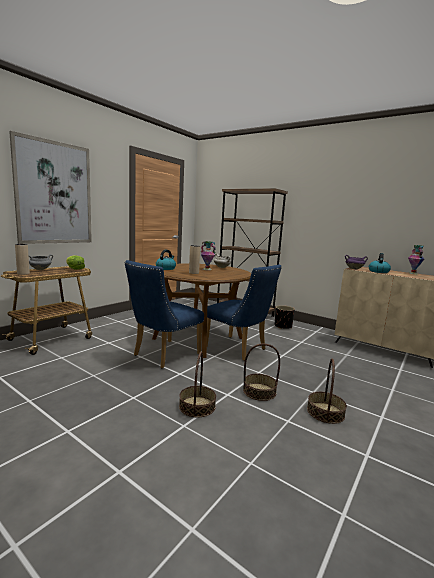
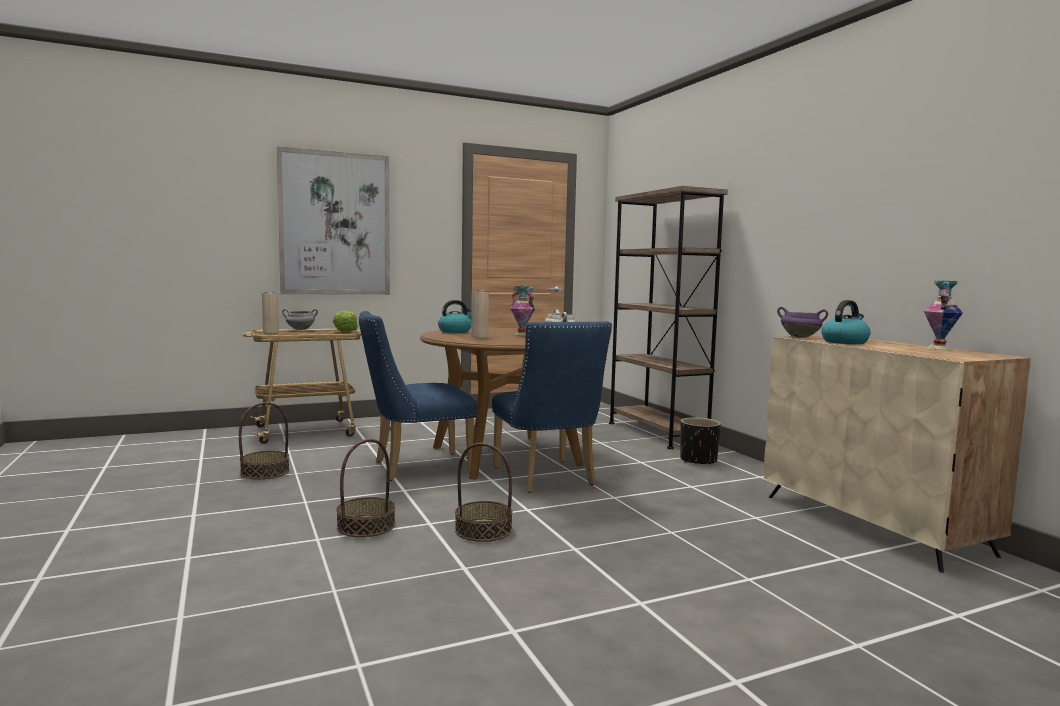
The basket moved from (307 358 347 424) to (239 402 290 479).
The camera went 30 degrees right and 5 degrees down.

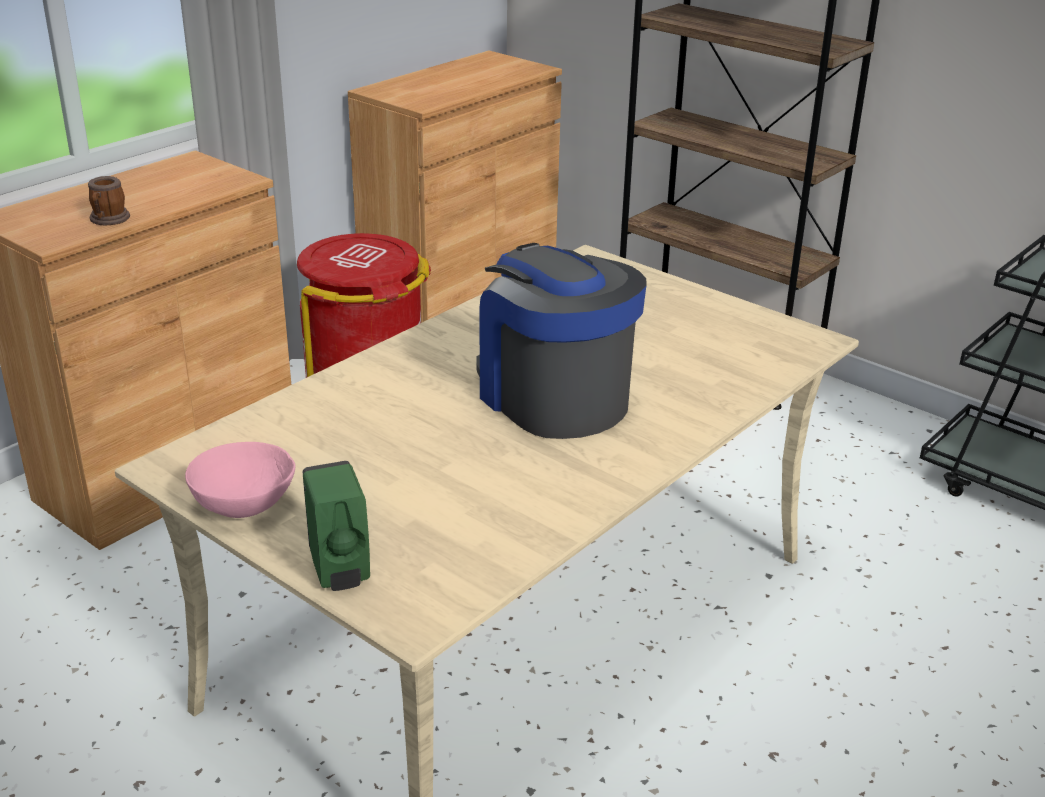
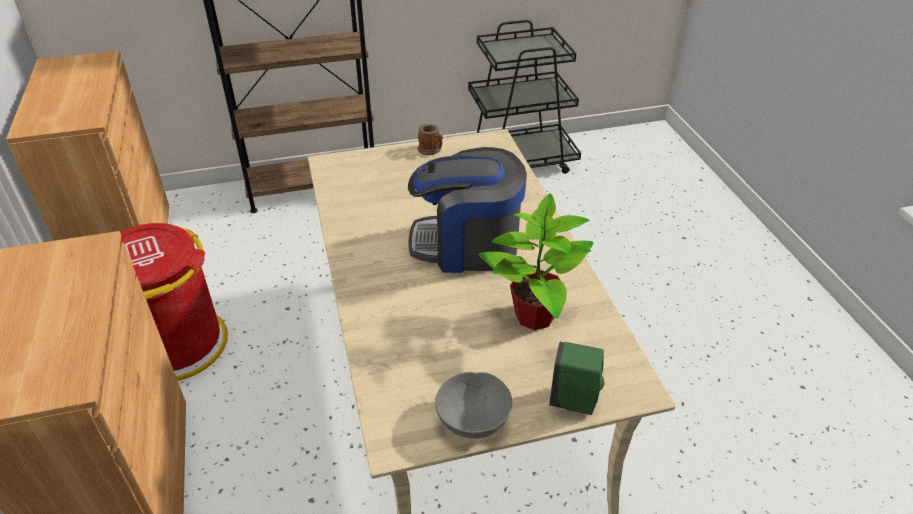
The mug moved from (88 176 130 225) to (418 124 443 155).
The bowl/pink at (185 442 295 518) became the bowl/grey at (435 372 512 439).
The potted plant at (478 193 594 330) appeared.
The camera went 55 degrees left and 10 degrees up.

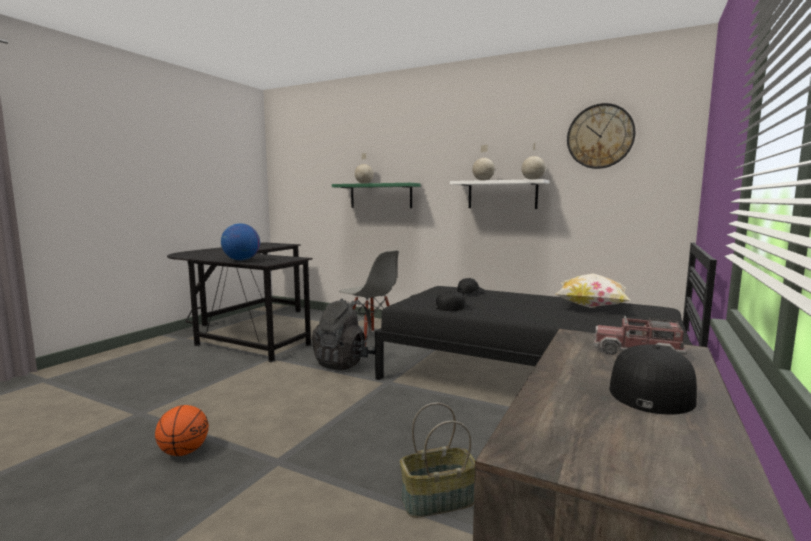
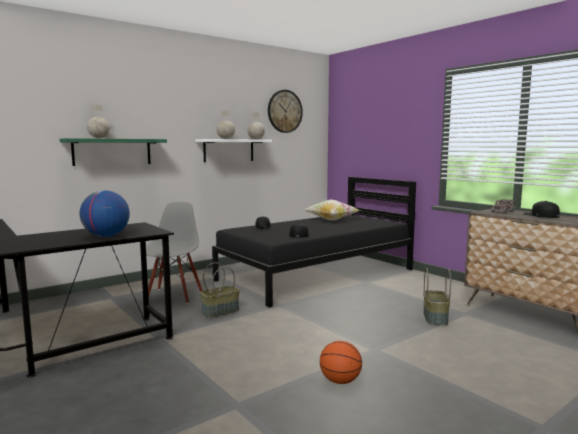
The chair/grey at (339 250 399 347) turned 60 degrees counterclockwise.
The backpack/black at (312 299 375 370) was replaced by the basket at (200 262 240 318).
The camera went 65 degrees left and 0 degrees up.

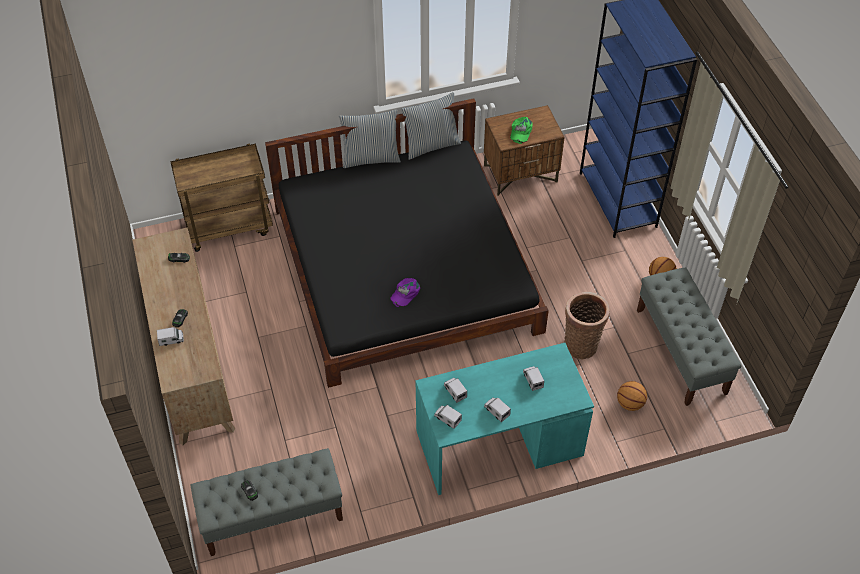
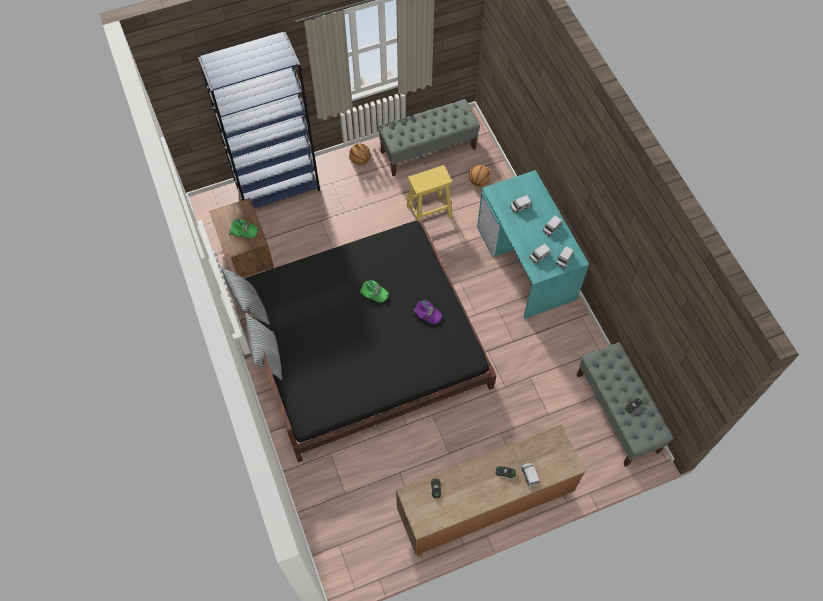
The cap/green at (359 280 389 303) appeared.
The basket at (565 292 610 359) was replaced by the stool/yellow at (407 165 452 221).
The cart/brown at (170 144 273 252) disappeared.
The camera went 95 degrees left and 10 degrees up.

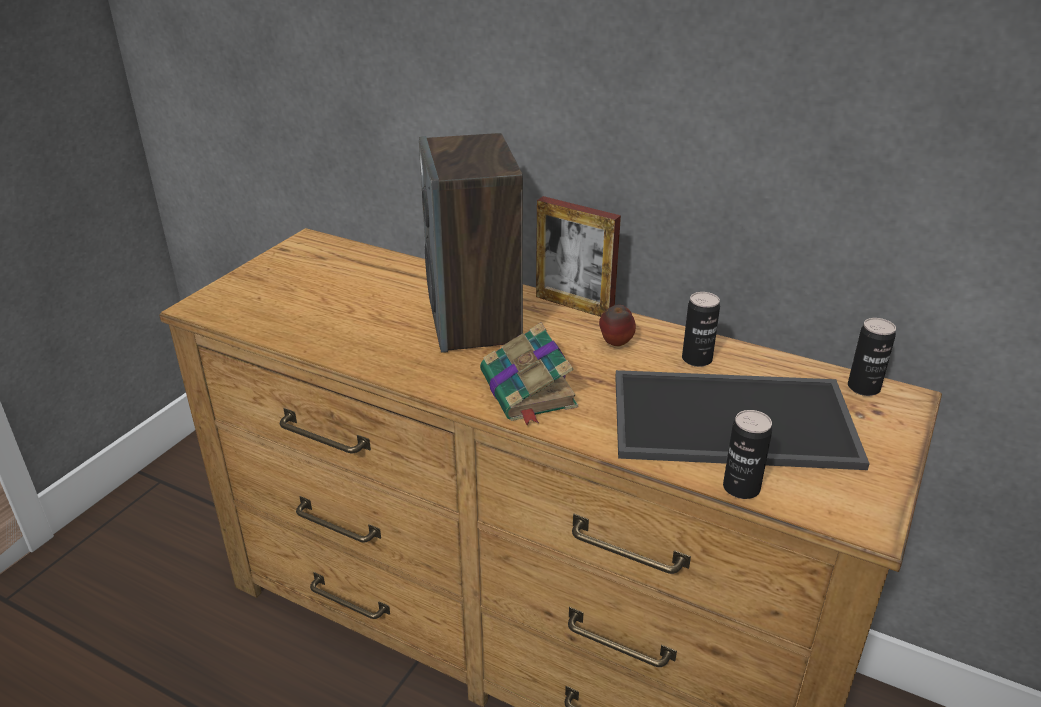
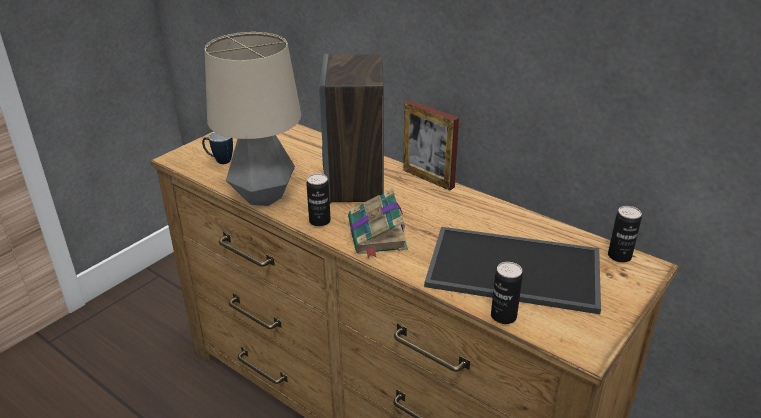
The mug at (202 132 233 164) appeared.
The table lamp at (205 32 301 206) appeared.
The can moved from (682 292 720 367) to (306 173 331 227).
The apple at (599 305 636 346) disappeared.
The camera went 10 degrees right and 0 degrees up.

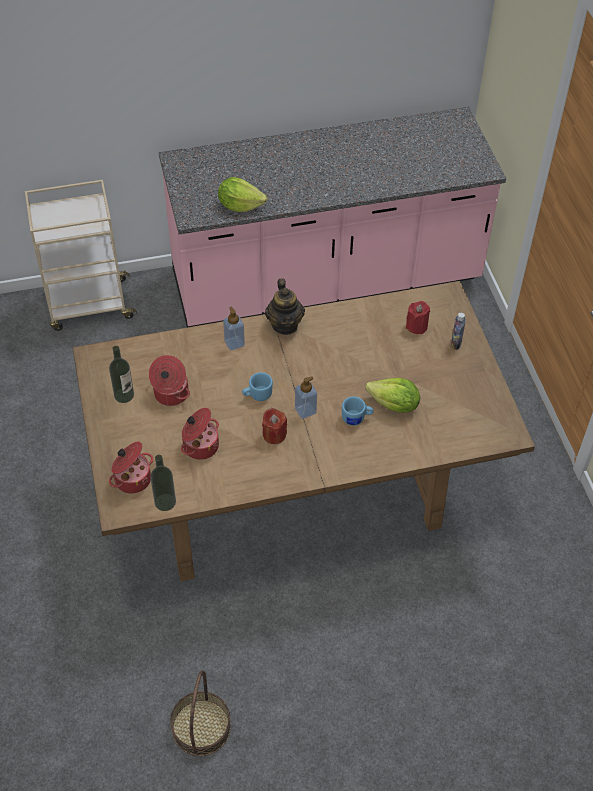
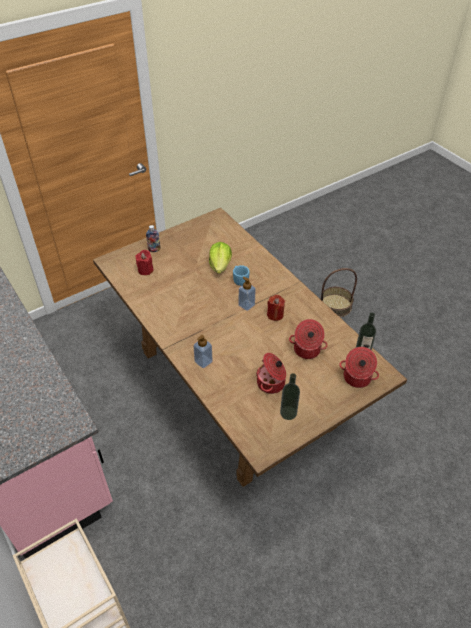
The basket moved from (170 670 231 756) to (321 268 357 317).
The lettuce at (218 177 267 212) disappeared.
The mug/blue at (242 372 273 401) disappeared.
The teapot at (265 278 305 335) disappeared.
The camera went 110 degrees left and 5 degrees down.

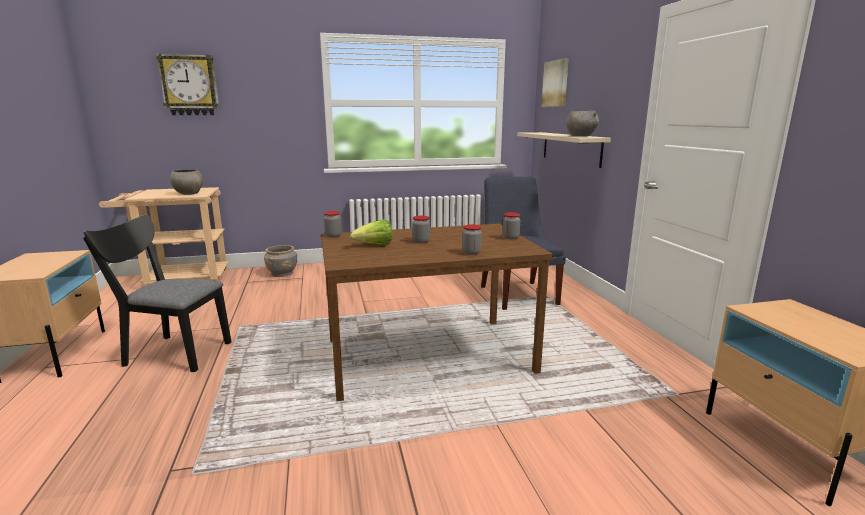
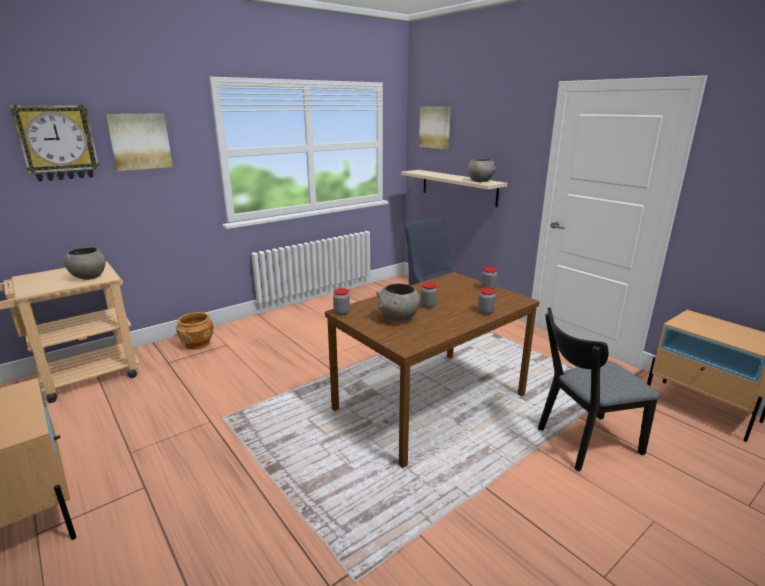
The picture at (105 113 173 171) appeared.
The planter/grey at (264 245 297 277) became the planter/brown at (176 312 213 350).
The lettuce at (350 219 393 245) was replaced by the bowl/grey at (376 283 420 322).
The chair/black moved from (83 214 231 372) to (538 307 660 471).
The camera went 25 degrees left and 5 degrees up.

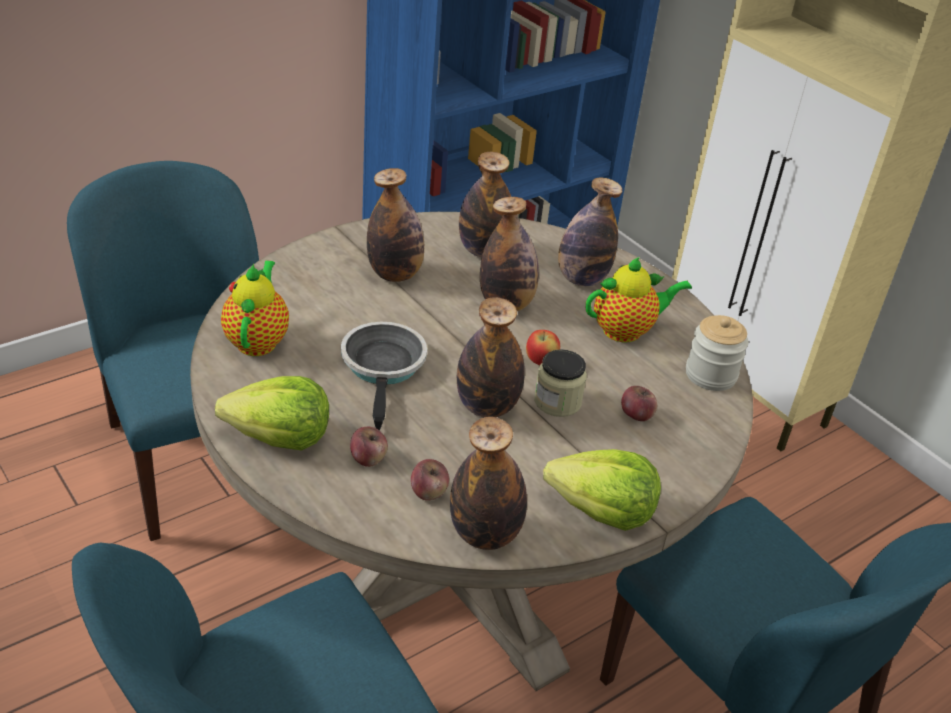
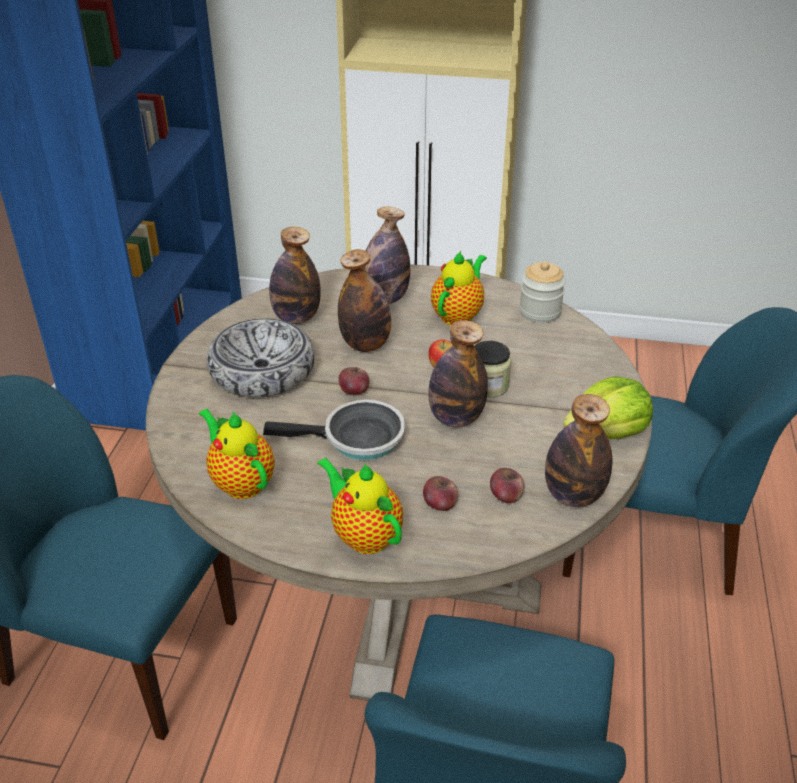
The bottle at (367 168 424 282) was replaced by the bowl at (206 318 315 397).
The frying pan at (341 322 427 431) turned 135 degrees clockwise.
The lettuce at (215 376 329 451) was replaced by the teapot at (317 457 403 554).
The apple moved from (621 386 657 421) to (339 367 369 394).
The camera went 40 degrees left and 0 degrees up.

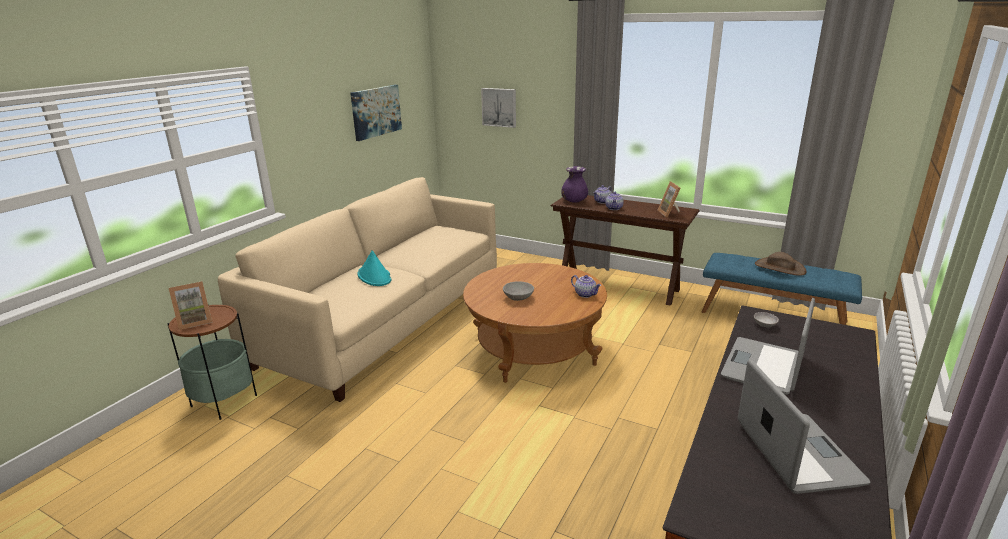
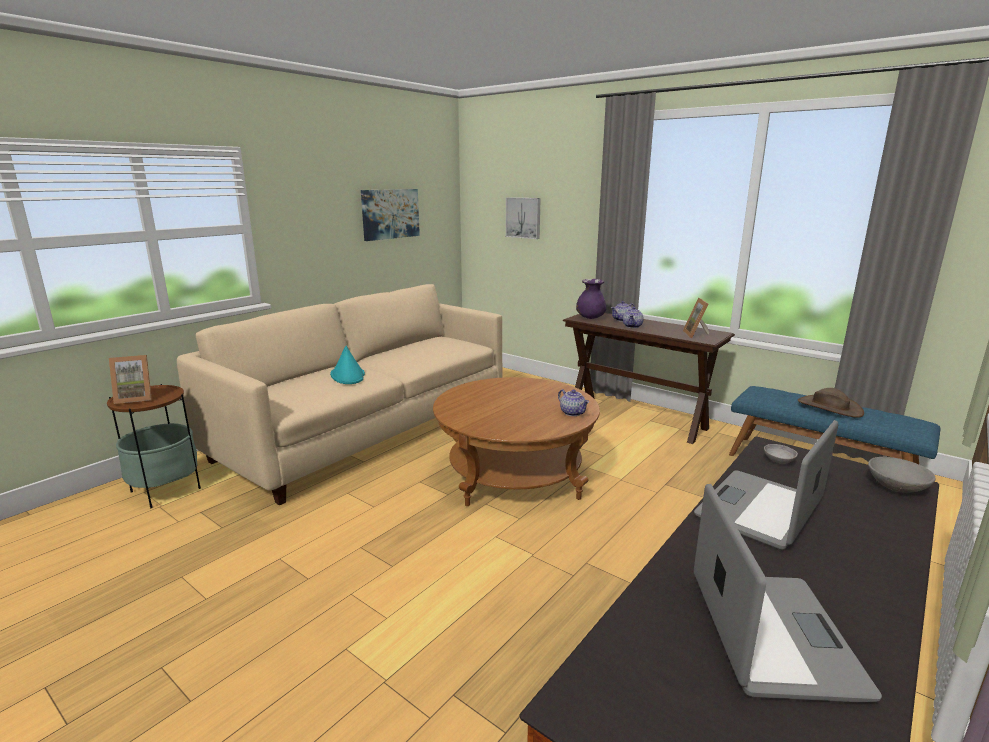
The bowl/grey moved from (503 281 534 301) to (868 457 936 493).
The camera went 10 degrees right and 5 degrees down.

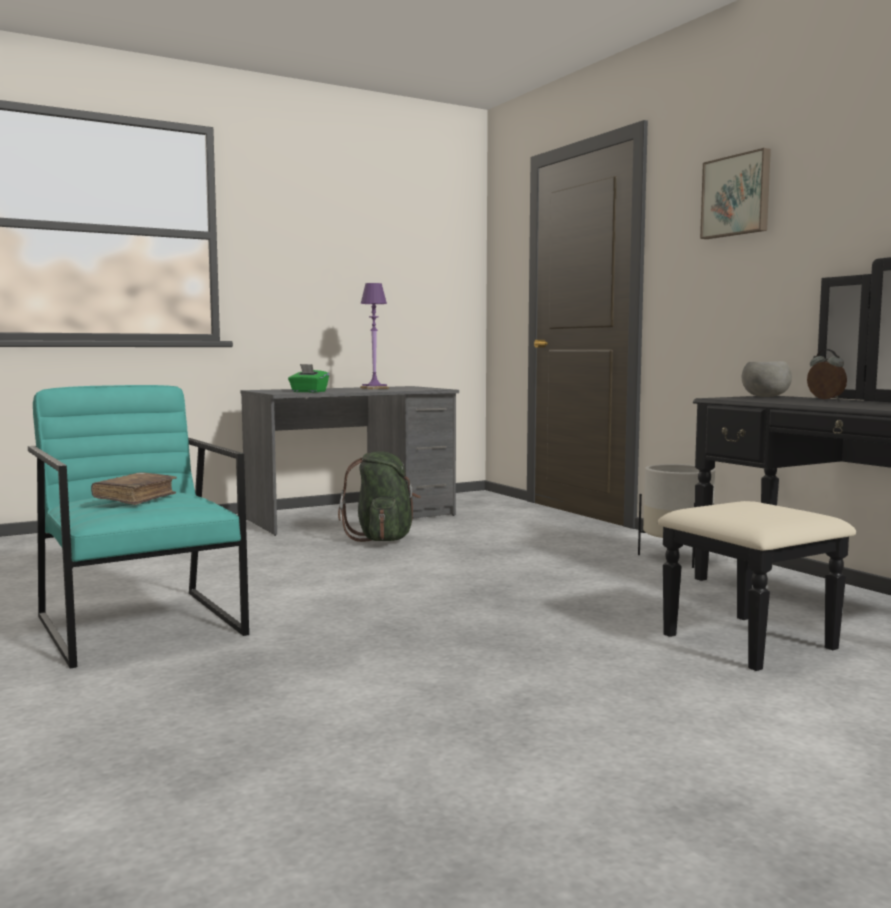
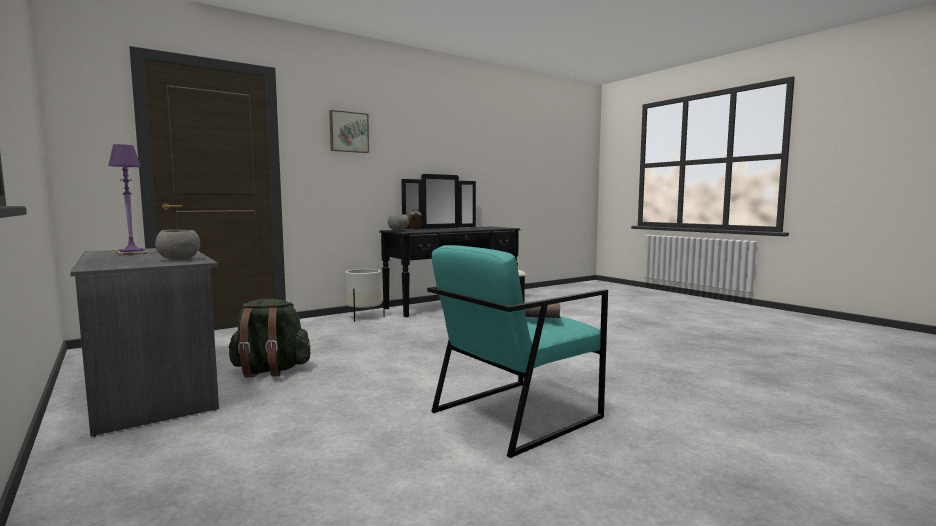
The tissue box/green at (288 364 329 393) was replaced by the bowl/grey at (155 230 200 260).
The camera went 95 degrees left and 0 degrees up.

